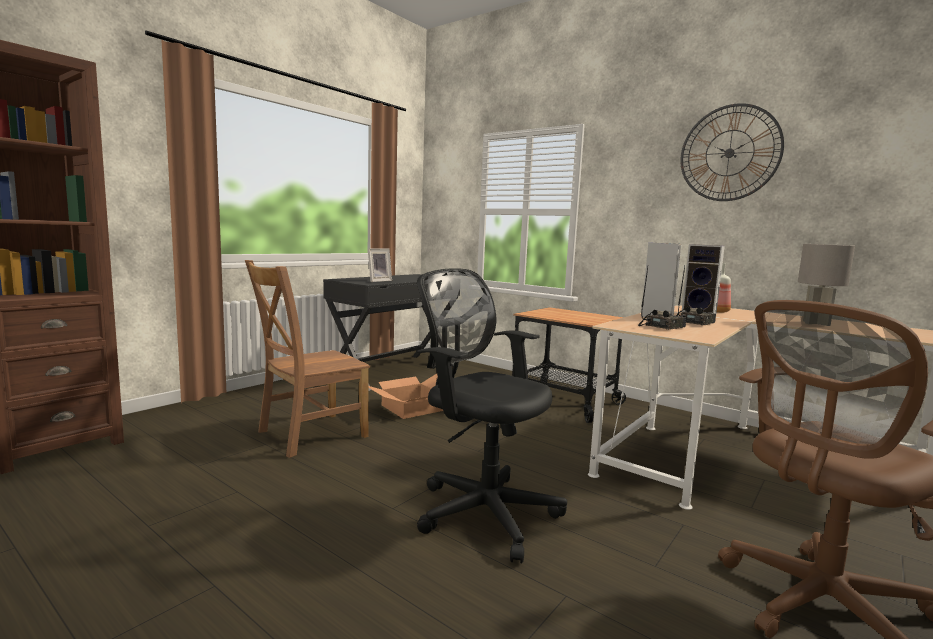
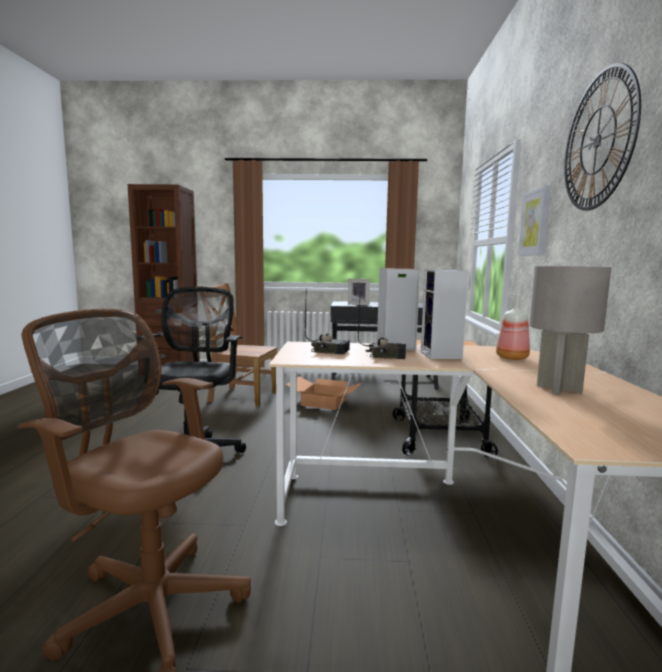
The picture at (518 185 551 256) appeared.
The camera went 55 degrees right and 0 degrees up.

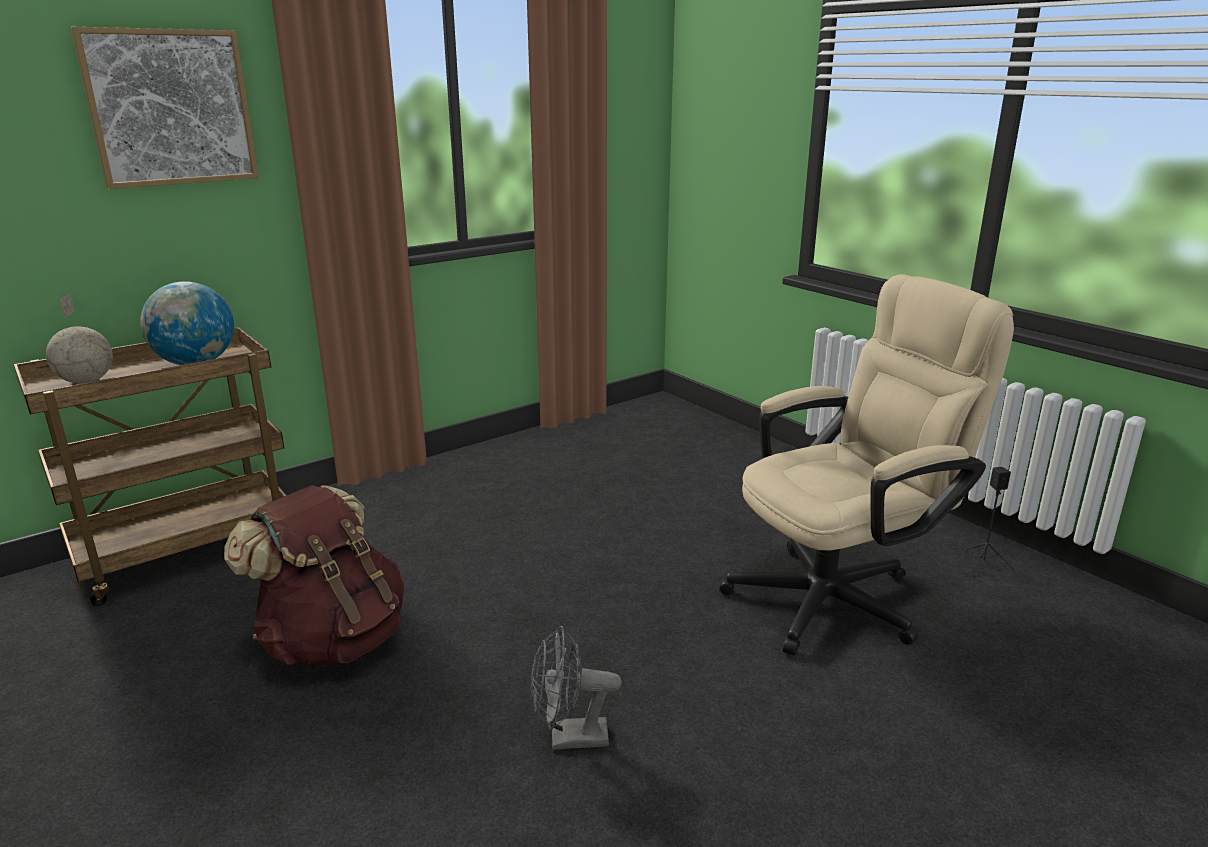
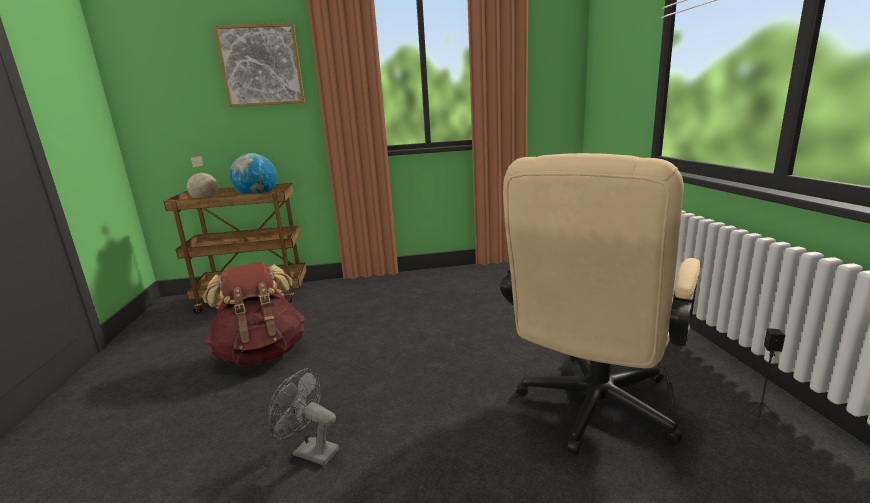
The office chair/beige at (719 274 1014 655) turned 120 degrees clockwise.
The camera went 30 degrees right and 5 degrees down.

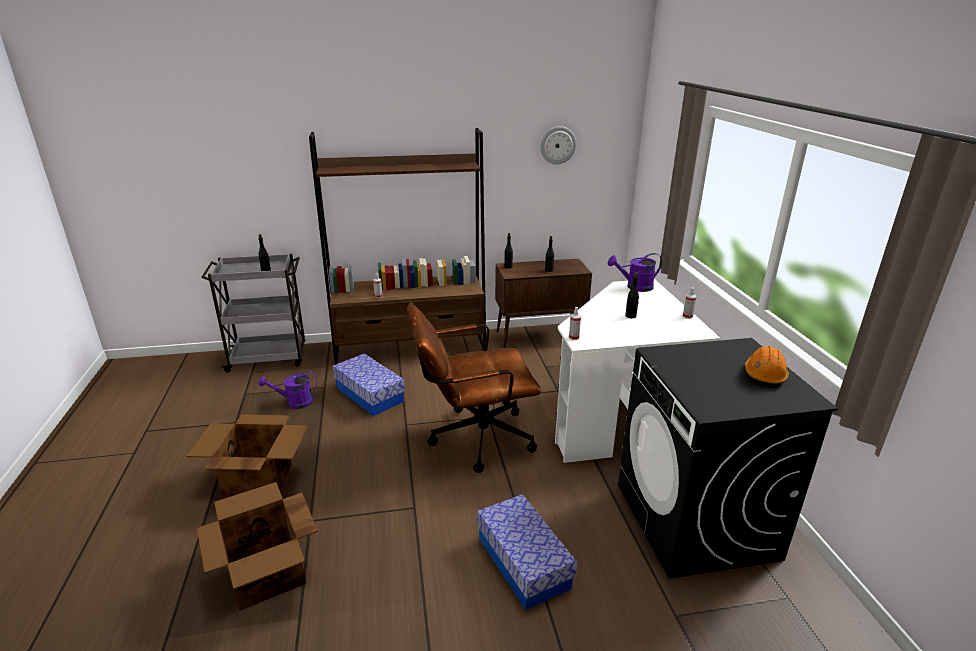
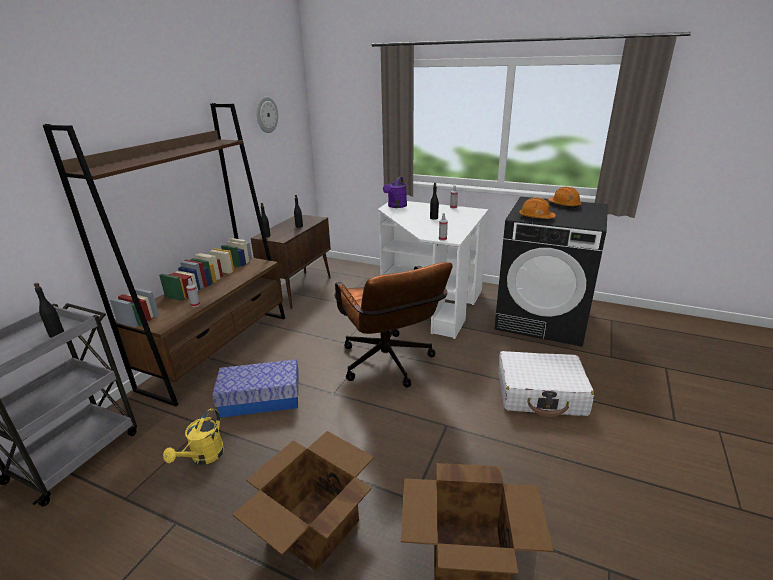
The watering can/purple at (258 371 317 409) became the watering can/yellow at (163 409 224 465).
The office chair/brown at (407 304 541 473) turned 45 degrees counterclockwise.
The storage box at (477 494 577 610) was replaced by the suitcase/white at (498 351 594 417).
The hard hat/orange at (519 198 556 219) appeared.
The camera went 55 degrees left and 0 degrees up.

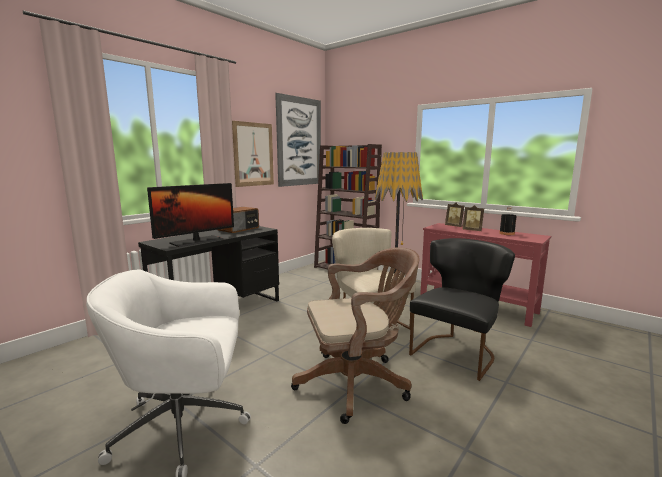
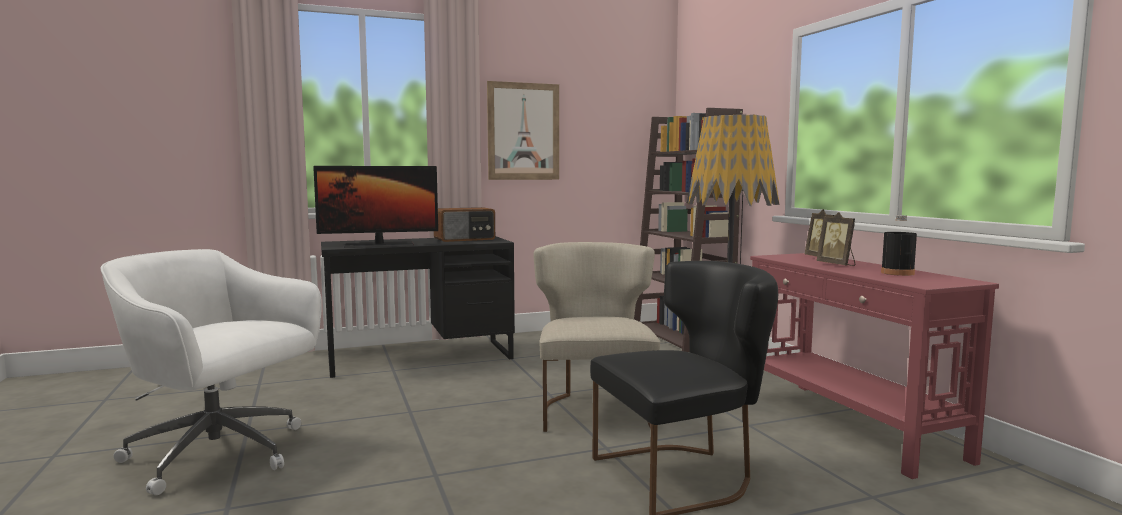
The picture at (275 93 321 187) disappeared.
The office chair/brown at (291 247 419 424) disappeared.
The camera went 30 degrees right and 5 degrees down.

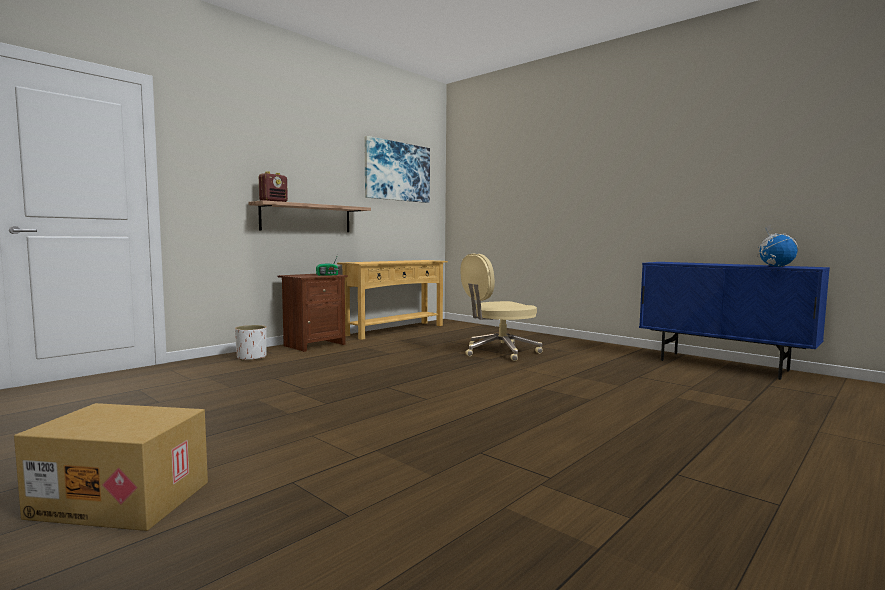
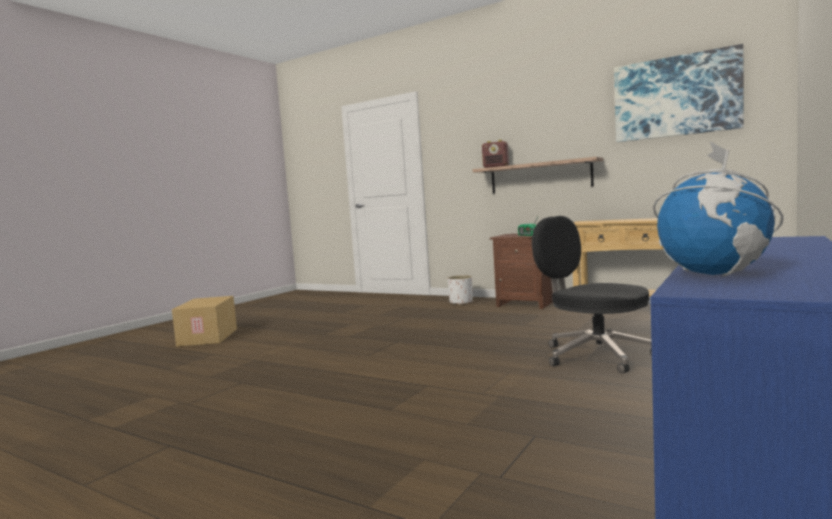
The office chair/beige at (460 253 543 361) became the office chair/black at (532 216 652 373).
The camera went 80 degrees right and 0 degrees up.

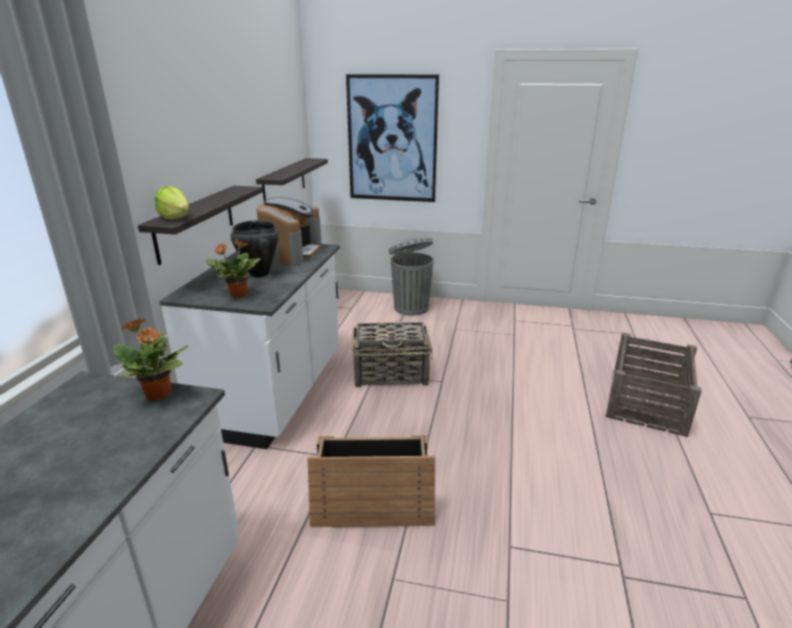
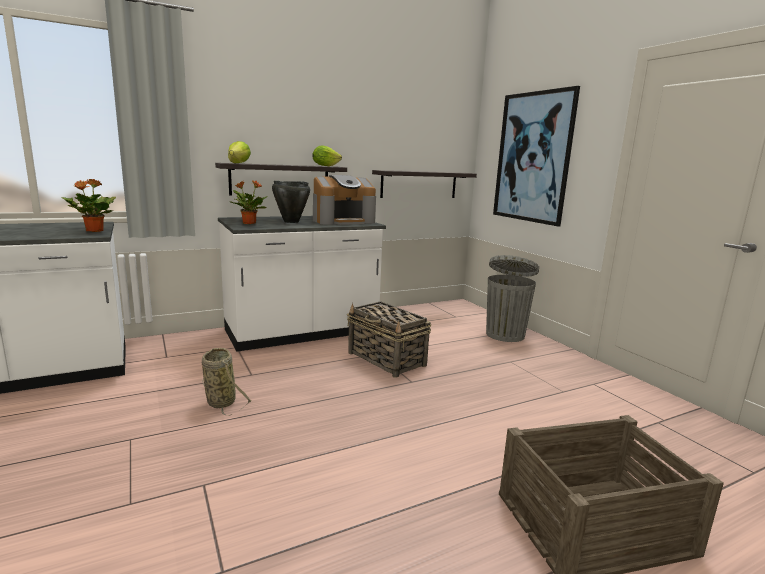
The crate at (308 435 435 527) was replaced by the basket at (202 348 252 416).
The lettuce at (312 146 342 166) appeared.
The camera went 50 degrees right and 10 degrees down.

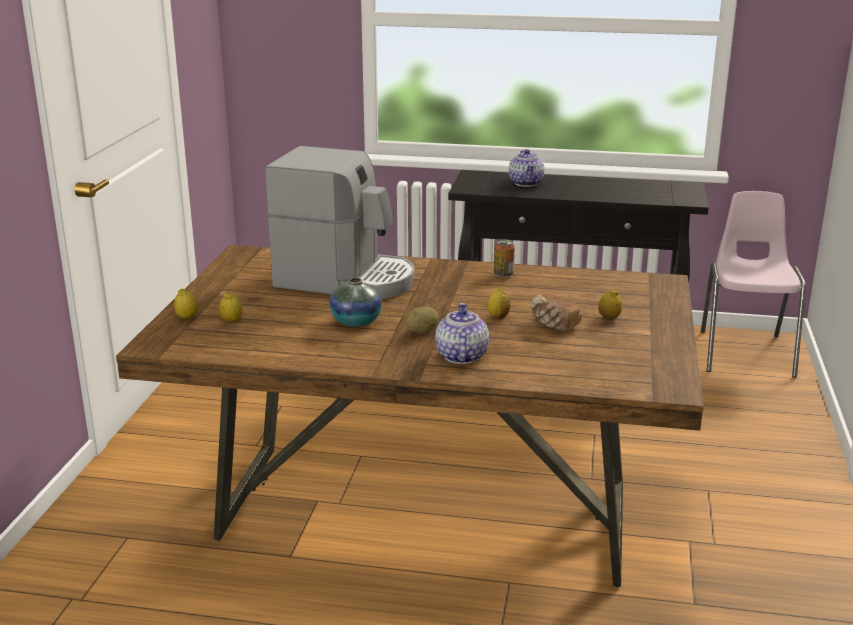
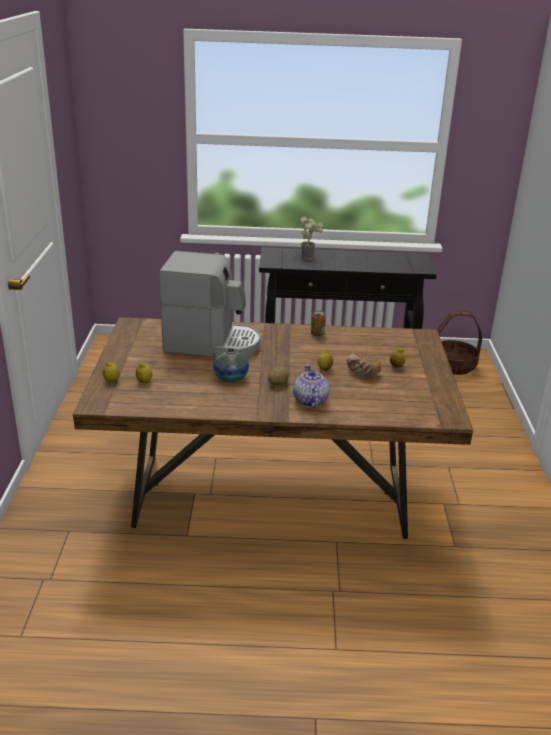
The teapot at (509 149 544 187) was replaced by the potted plant at (300 216 323 260).
The chair/pink at (701 191 806 378) was replaced by the basket at (437 311 482 375).
The camera went 10 degrees left and 5 degrees up.

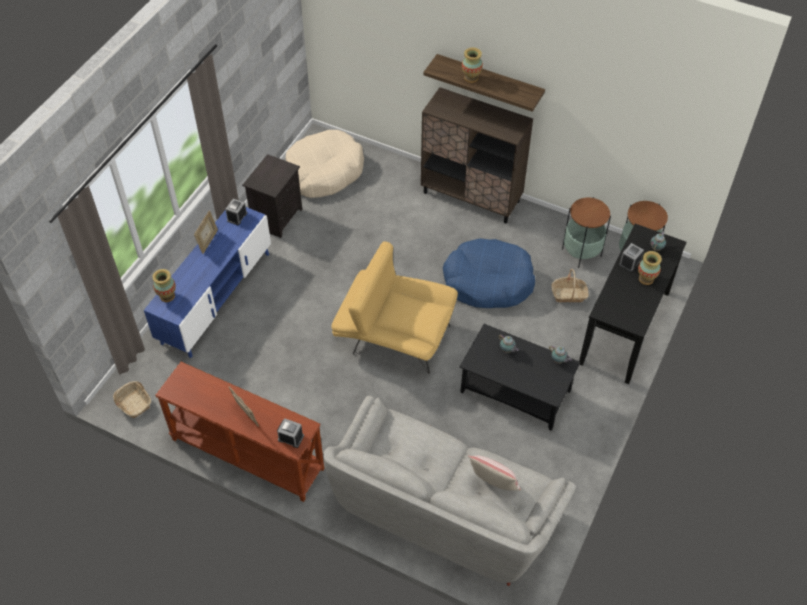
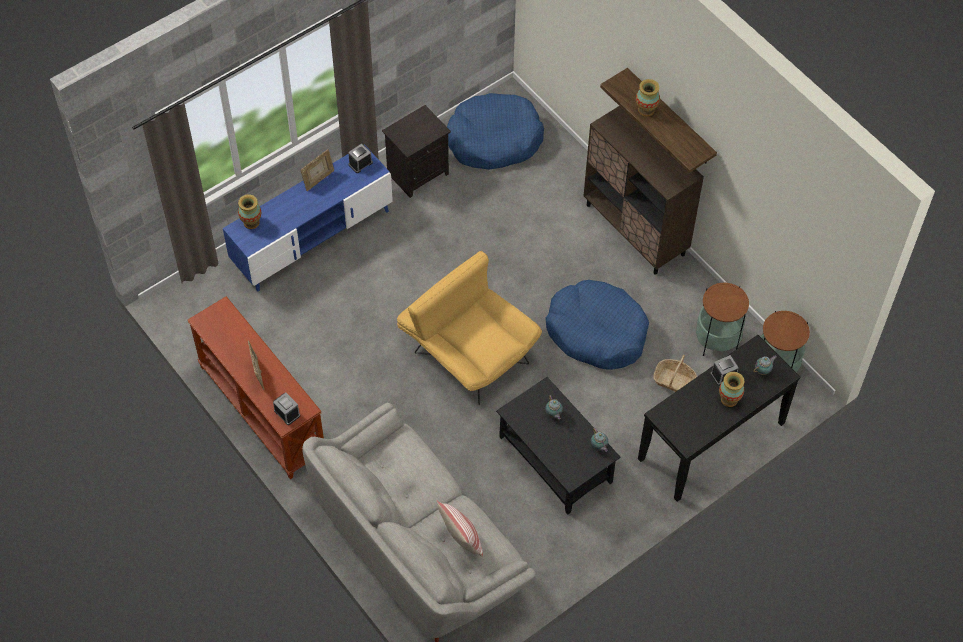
The dog bed/beige at (286 130 364 198) became the dog bed/blue at (447 93 544 170).
The basket at (113 381 151 418) disappeared.
The camera went 25 degrees right and 5 degrees up.

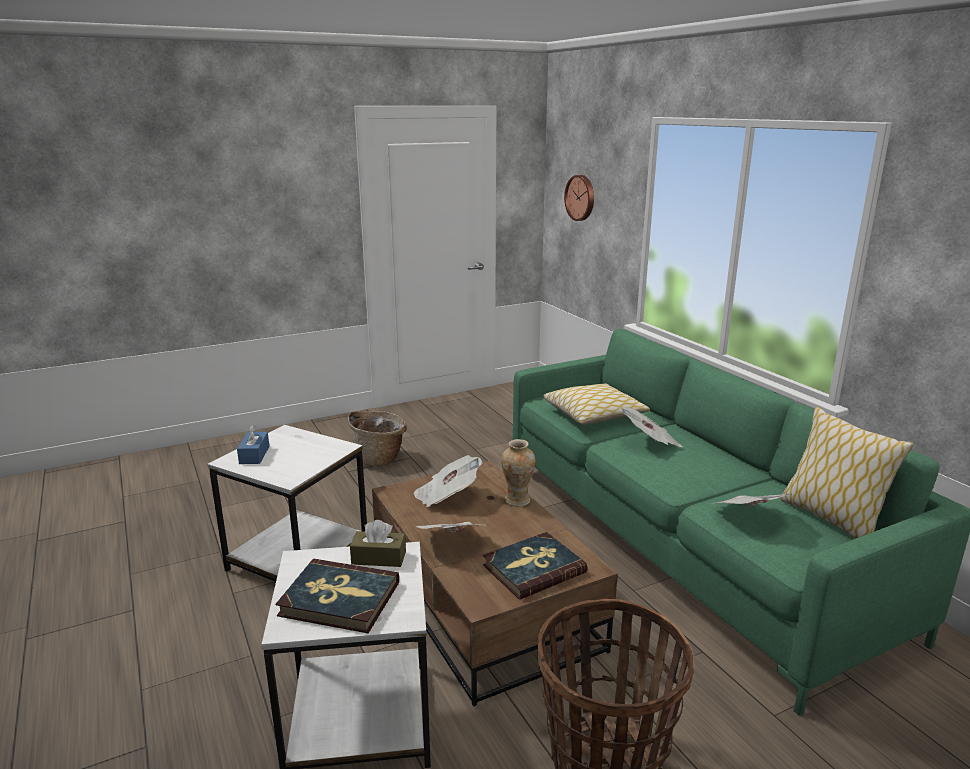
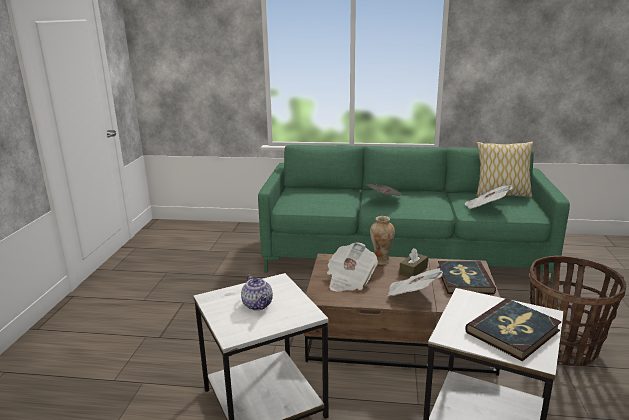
The teapot at (241 274 273 311) appeared.
The tissue box/brown moved from (350 520 406 567) to (399 248 428 278).
The tissue box/blue at (237 424 269 464) disappeared.
The basket at (348 411 407 466) disappeared.
The pillow at (543 383 650 425) disappeared.
The wall clock at (564 175 594 221) disappeared.
The camera went 55 degrees left and 0 degrees up.

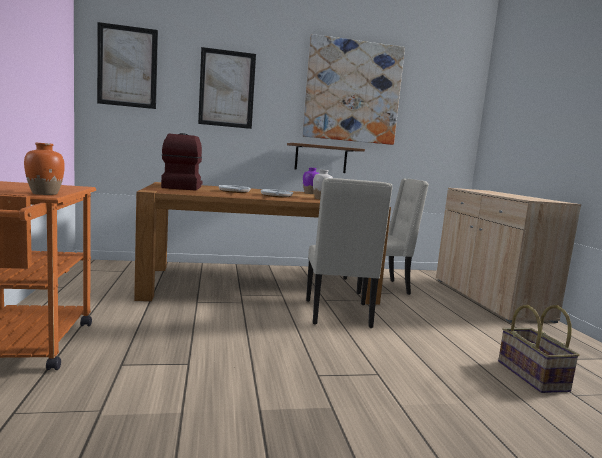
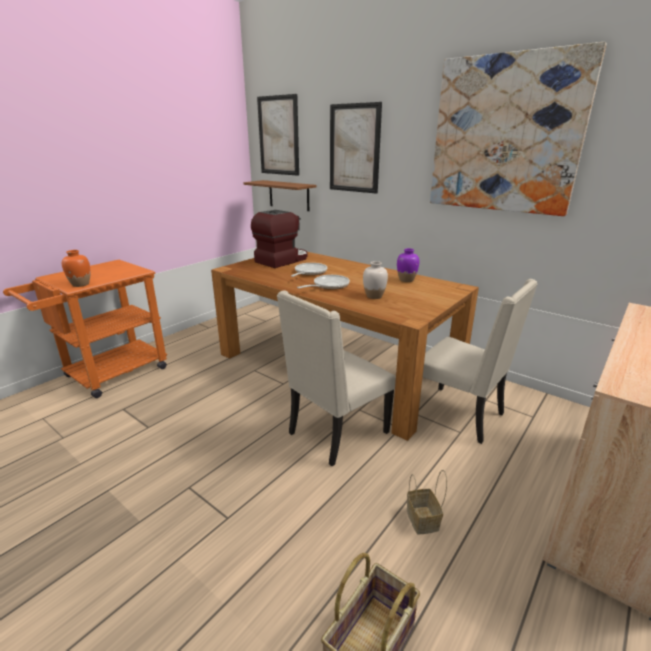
The shelf/brown moved from (287 143 365 173) to (244 180 317 211).
The basket at (407 470 447 535) appeared.
The camera went 50 degrees right and 15 degrees up.

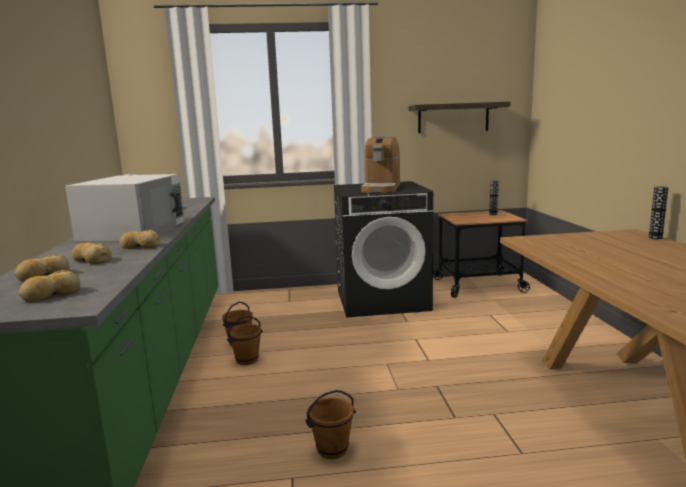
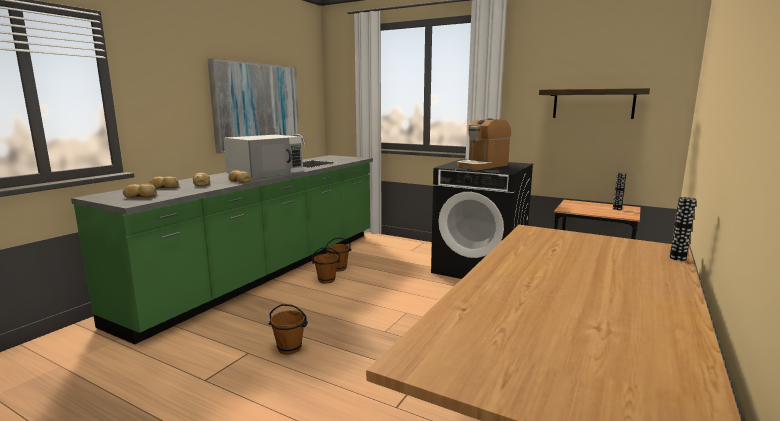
The picture at (207 58 299 154) appeared.
The camera went 35 degrees right and 0 degrees up.

